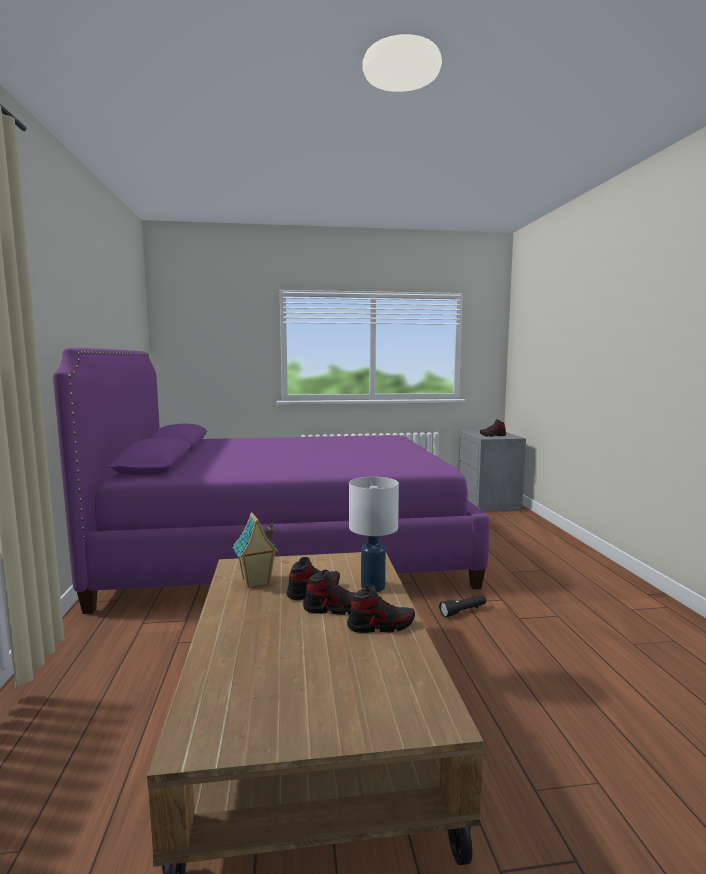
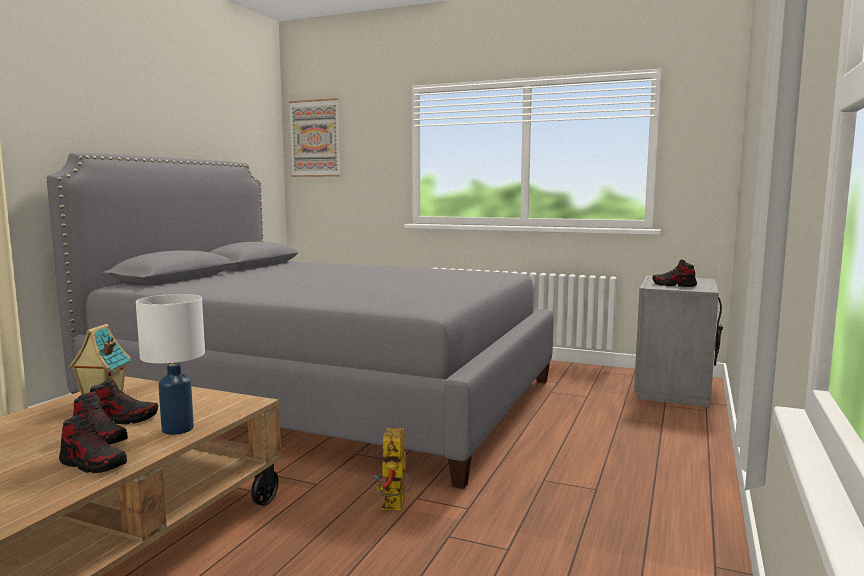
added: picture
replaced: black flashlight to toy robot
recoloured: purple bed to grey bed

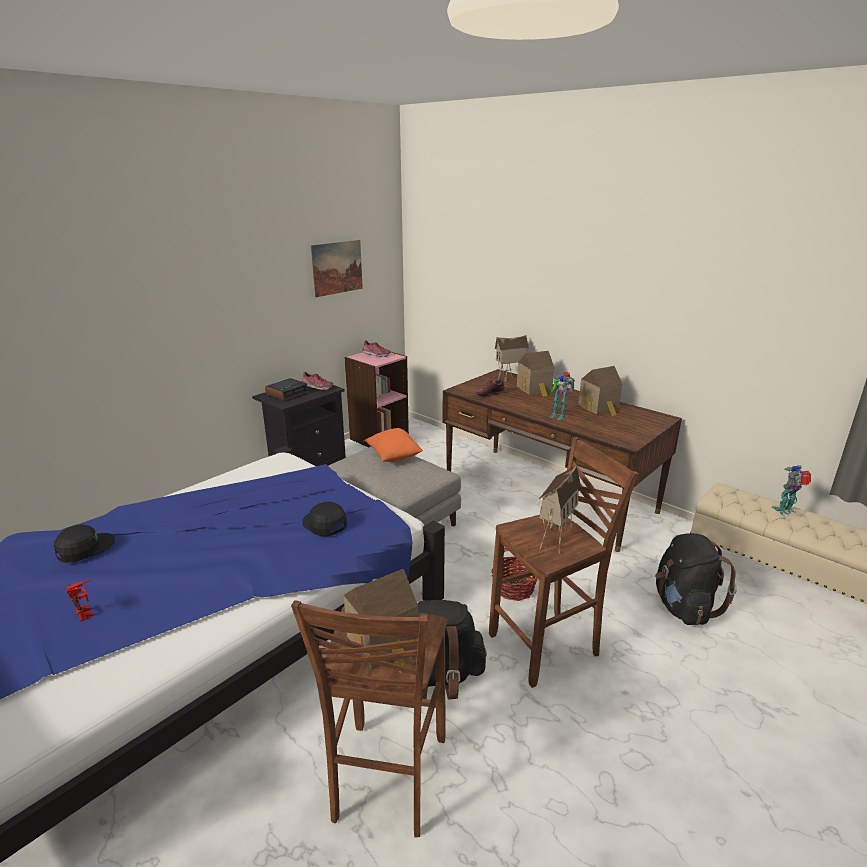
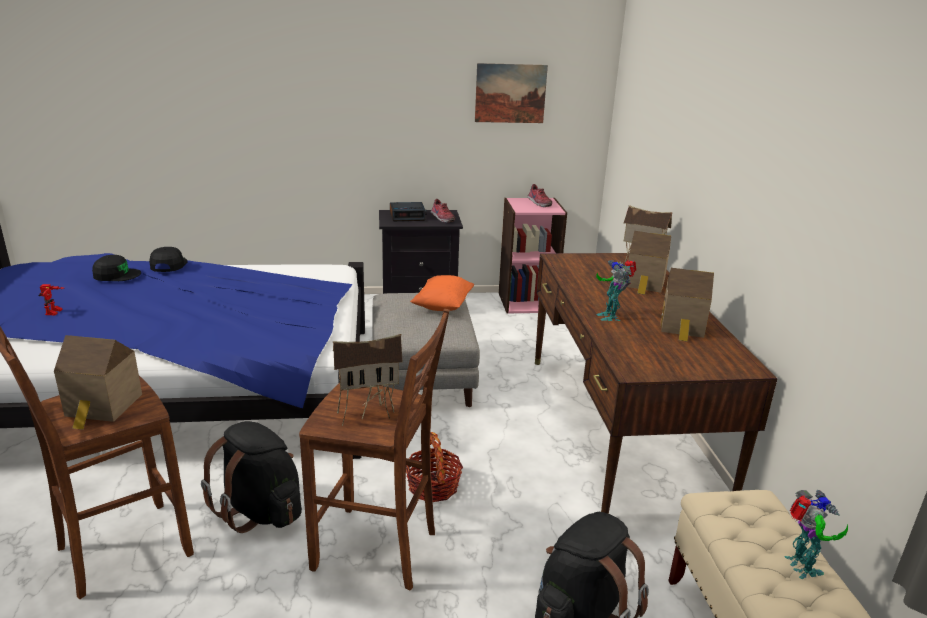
removed: shoe (3rd from left)
moved: black cap (2nd from left)
turned: toy robot (3rd from left) 60 degrees clockwise

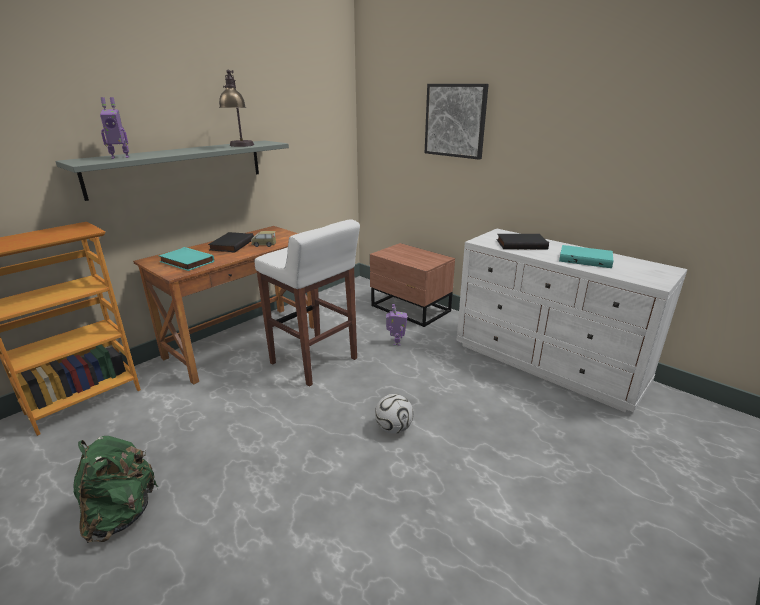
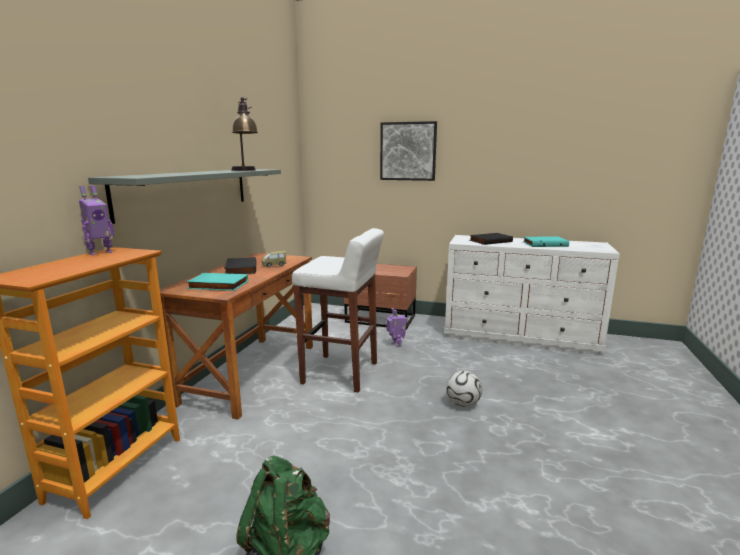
moved: toy robot (1st from left)

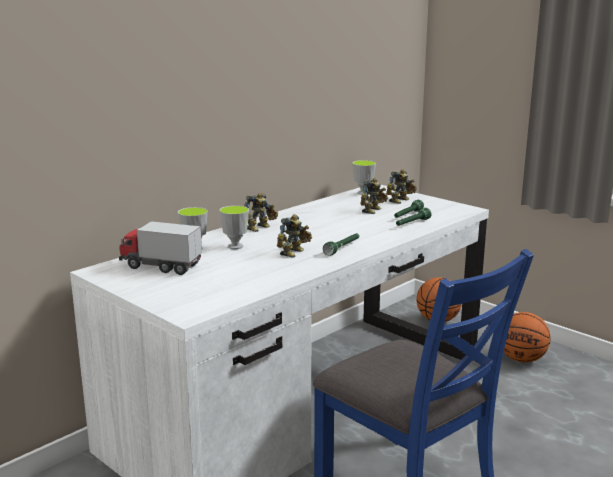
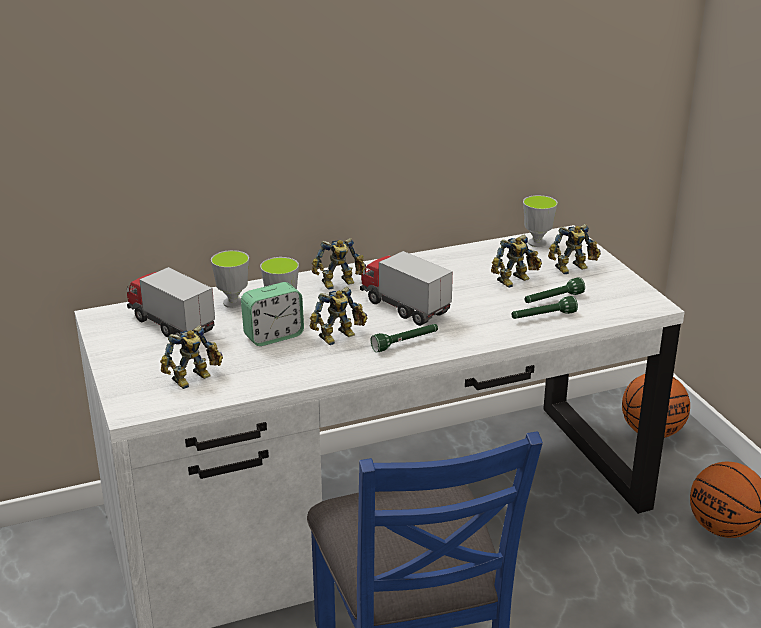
added: toy robot (1st from left); alarm clock; toy truck (2nd from left)

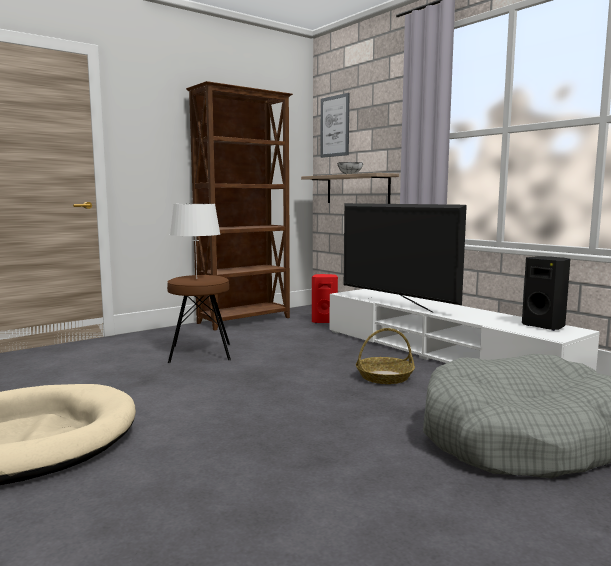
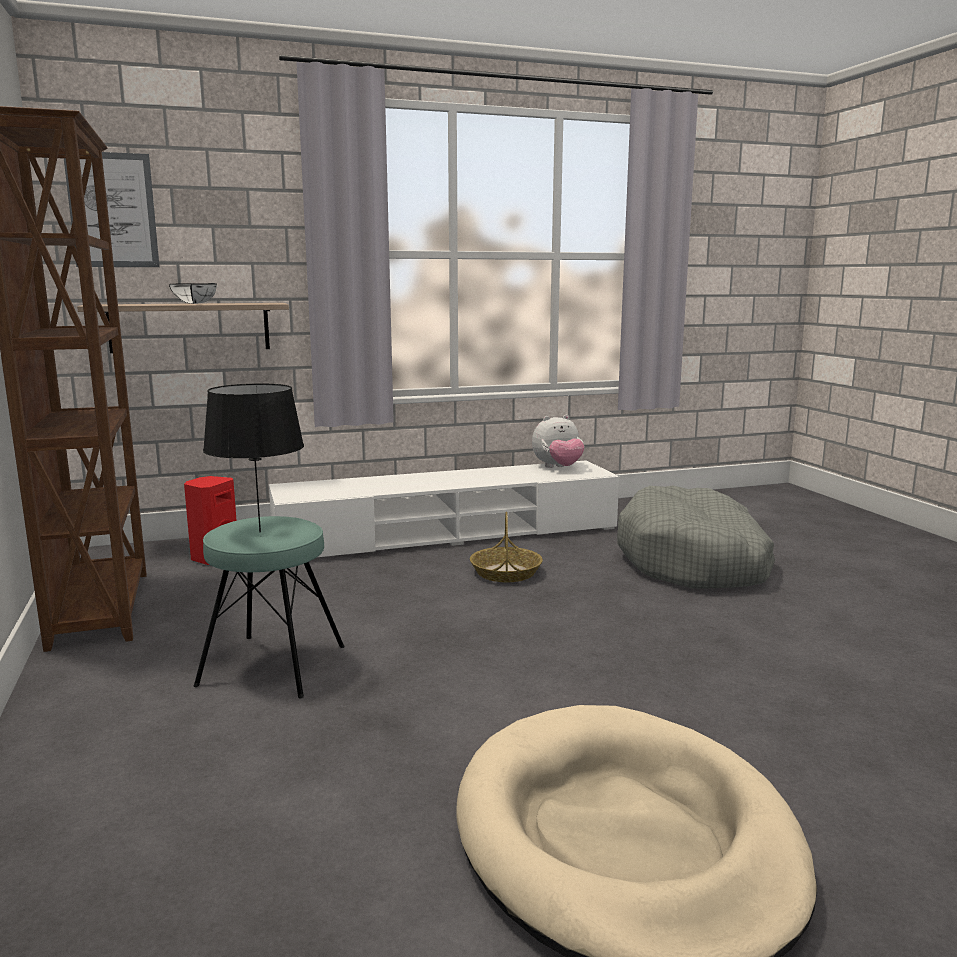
removed: television
replaced: black speaker to plush toy
recoloured: brown stool to turquoise stool; white table lamp to black table lamp

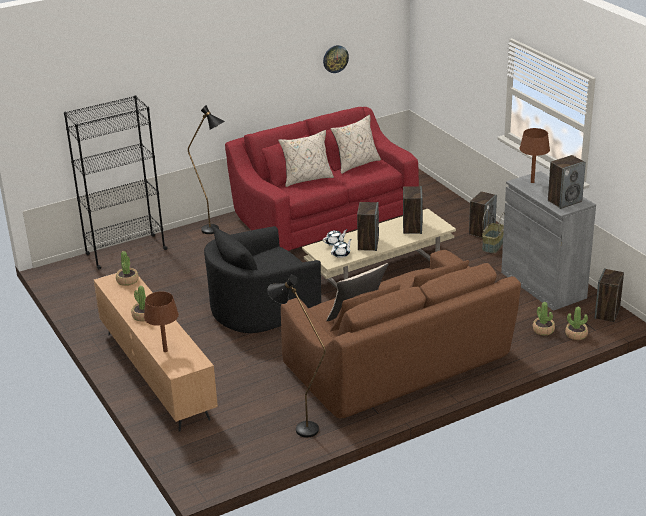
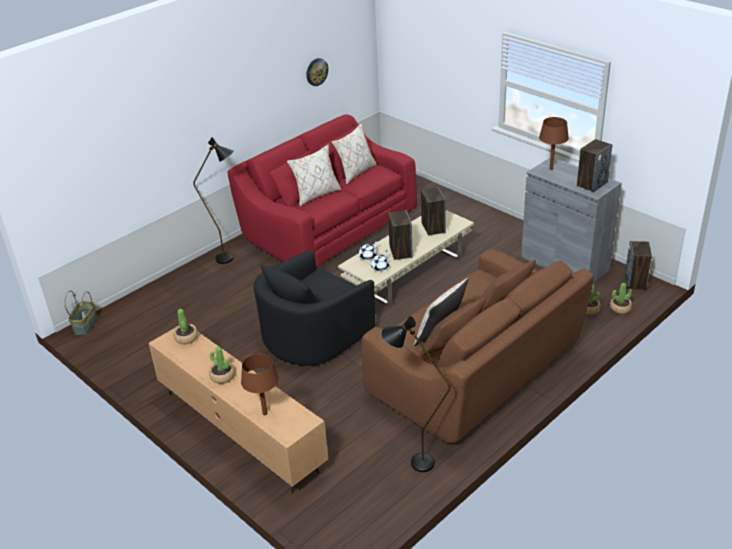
removed: black bookcase; speaker (3rd from left)
moved: basket

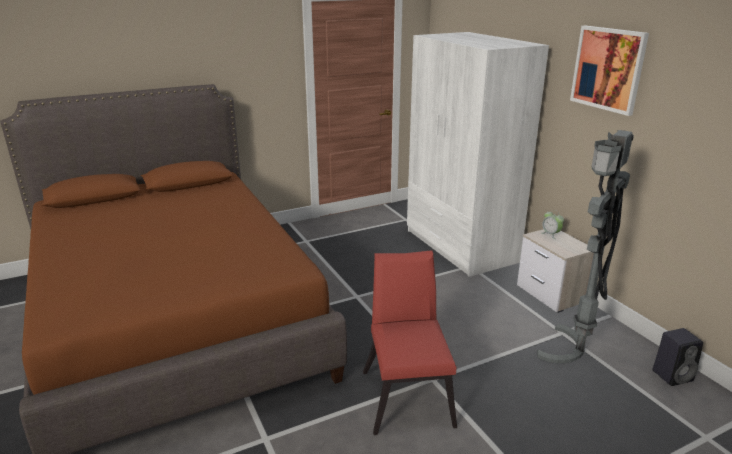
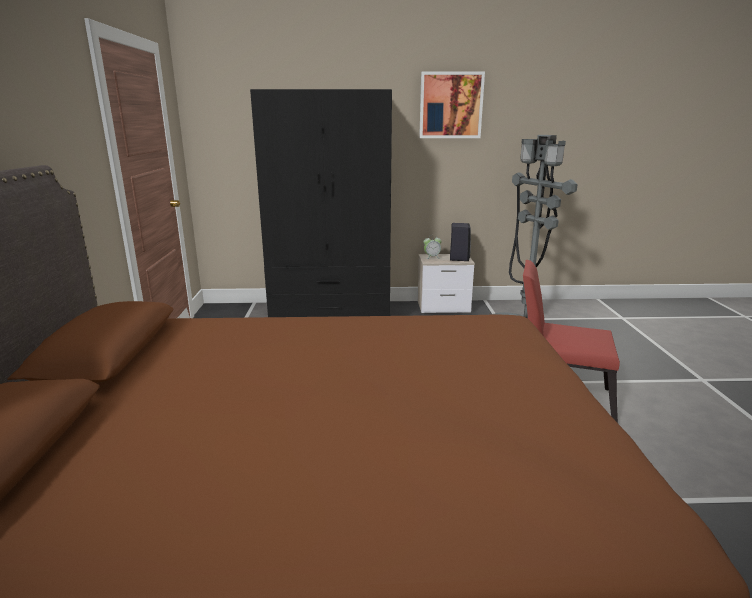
moved: black speaker
recoloured: white wardrobe to black wardrobe

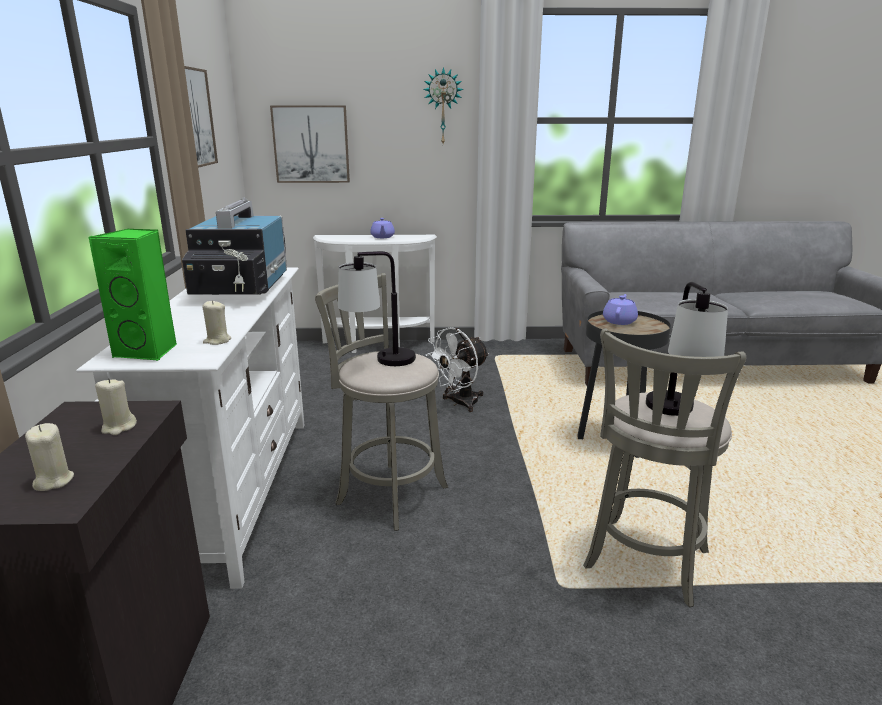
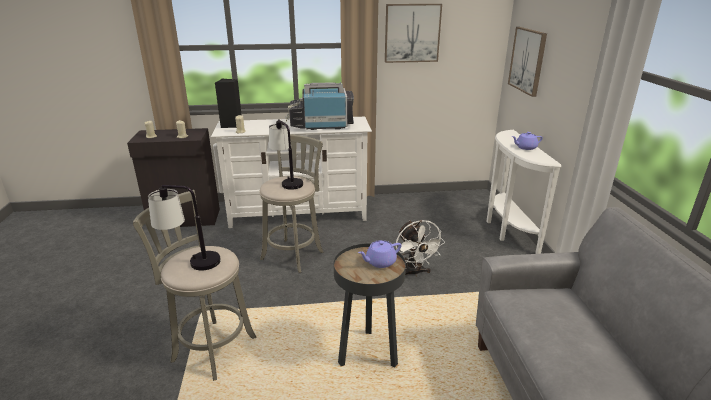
removed: wall clock
recoloured: green speaker to black speaker
turned: white fan 150 degrees counterclockwise; purple teapot (2nd from left in the first image) 135 degrees clockwise

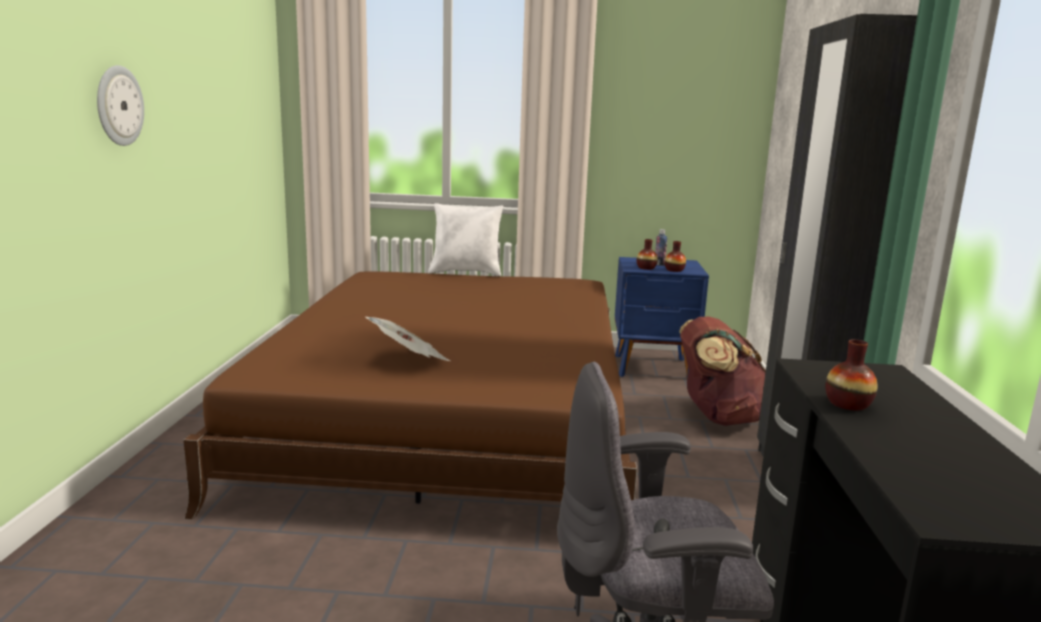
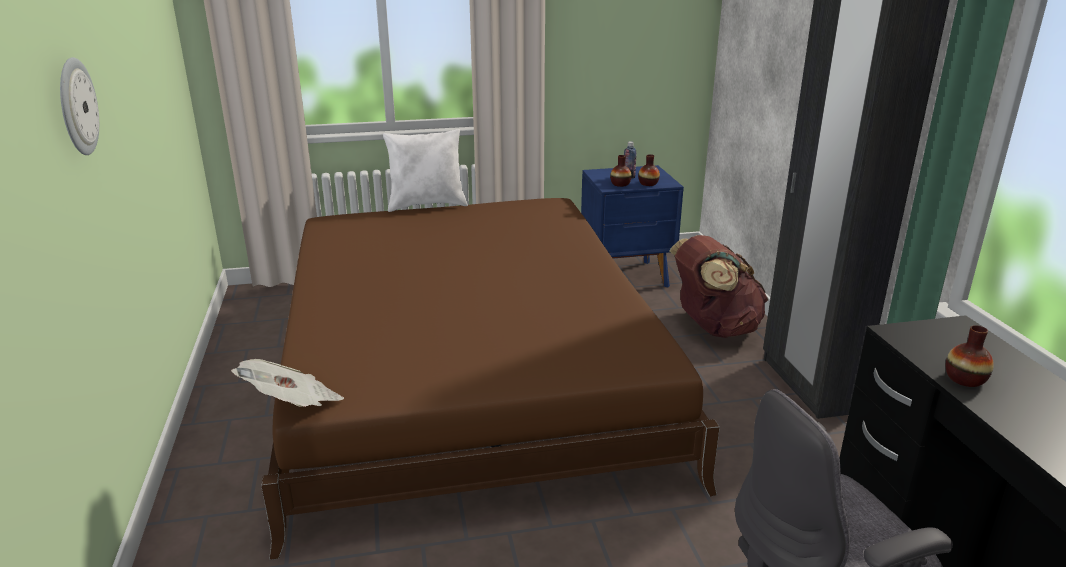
moved: newspaper

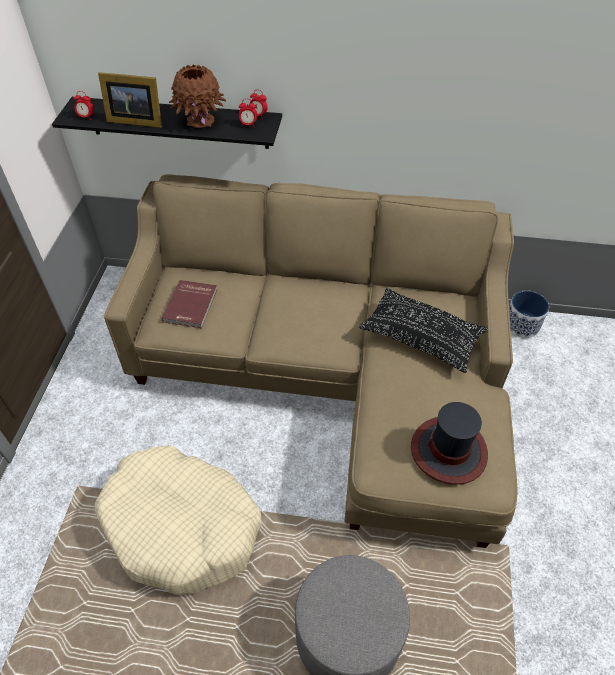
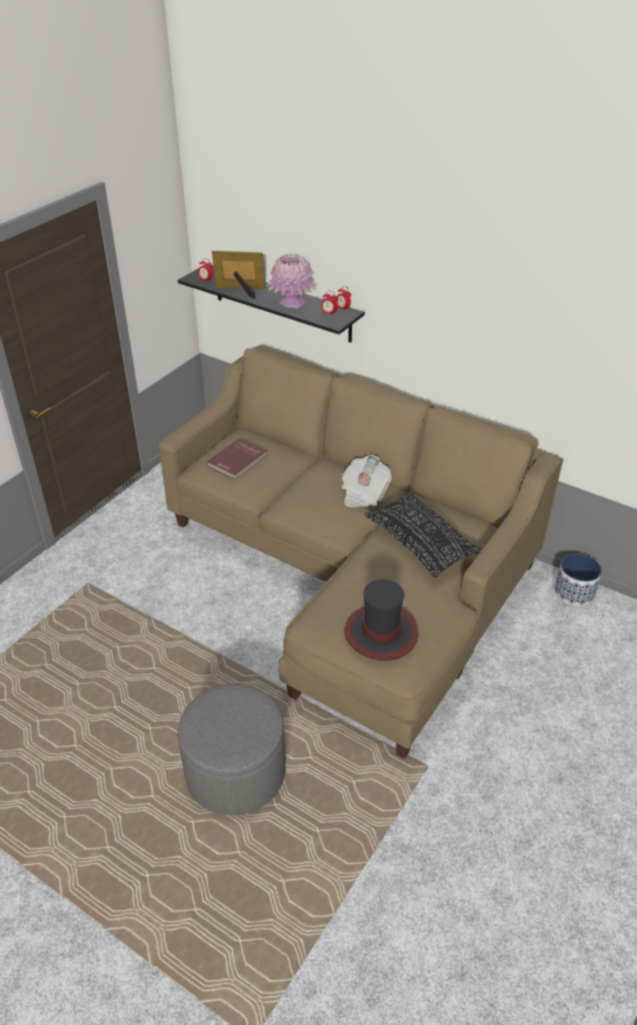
removed: beige dog bed
added: newspaper
recoloured: brown vase to pink vase
turned: picture frame 150 degrees clockwise

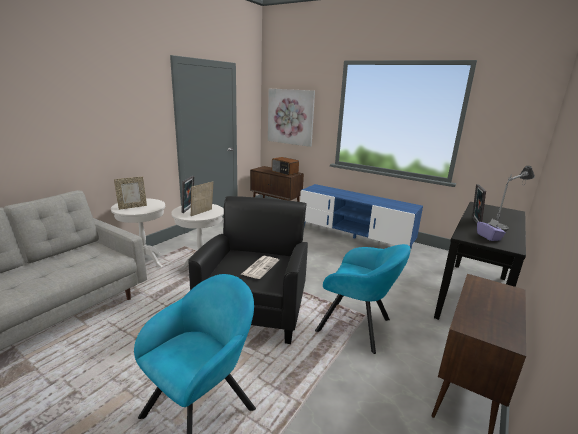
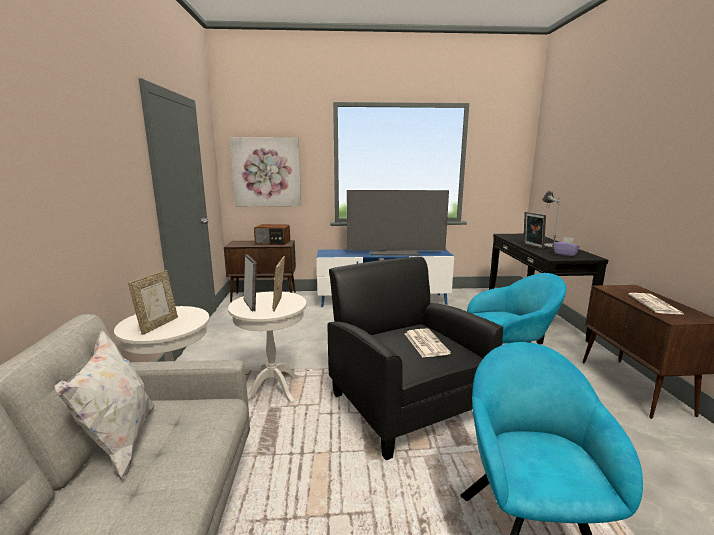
added: white pillow; television; newspaper (2nd from left)

